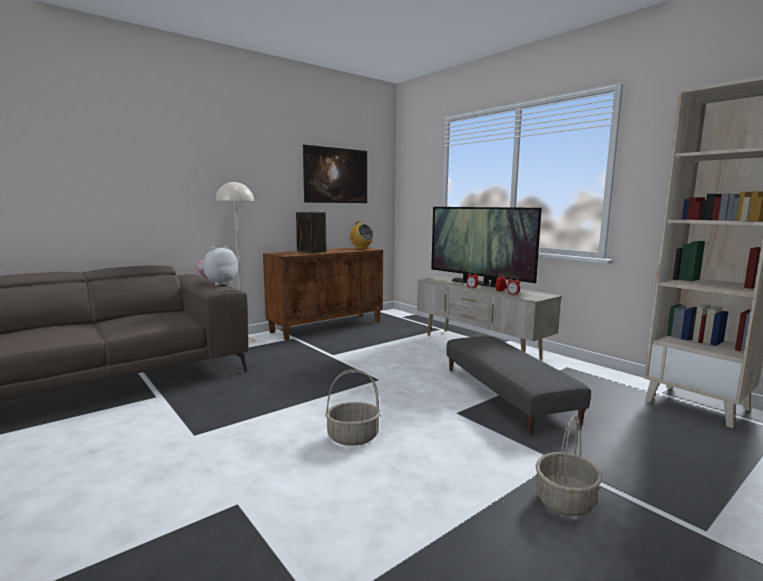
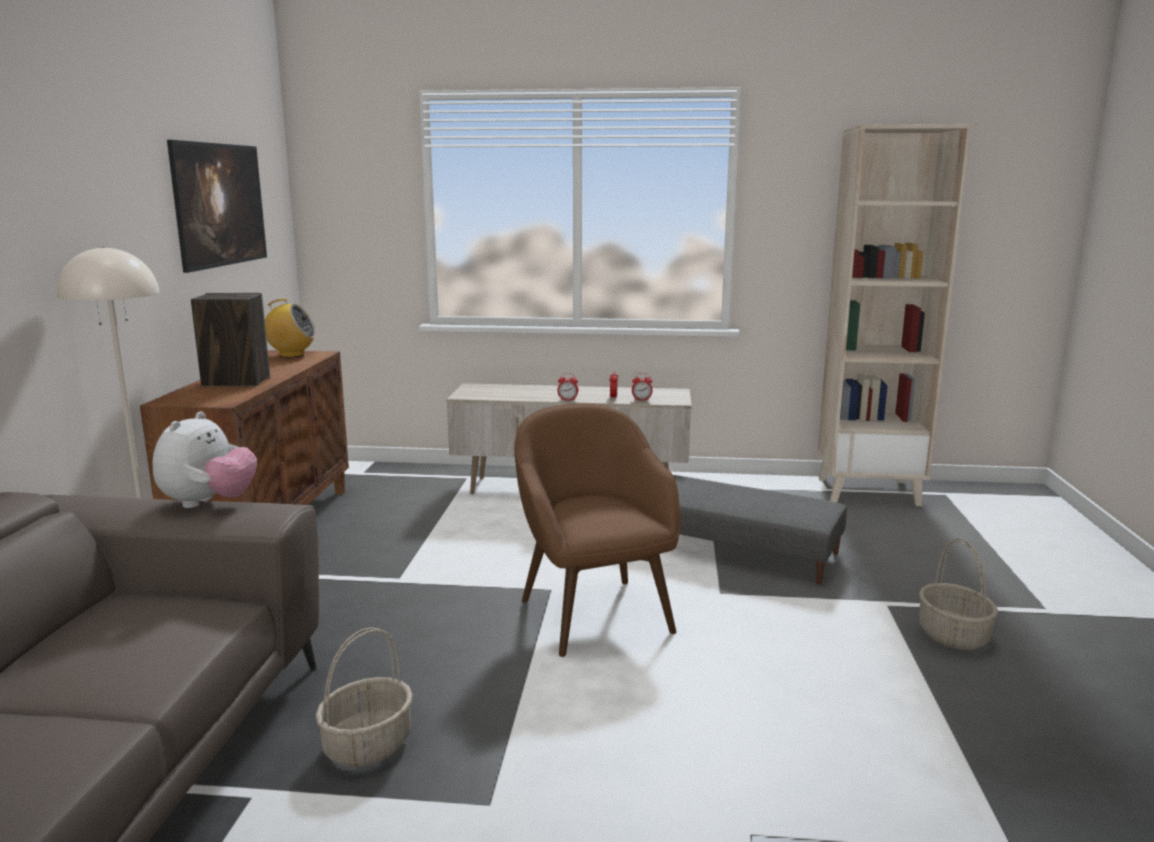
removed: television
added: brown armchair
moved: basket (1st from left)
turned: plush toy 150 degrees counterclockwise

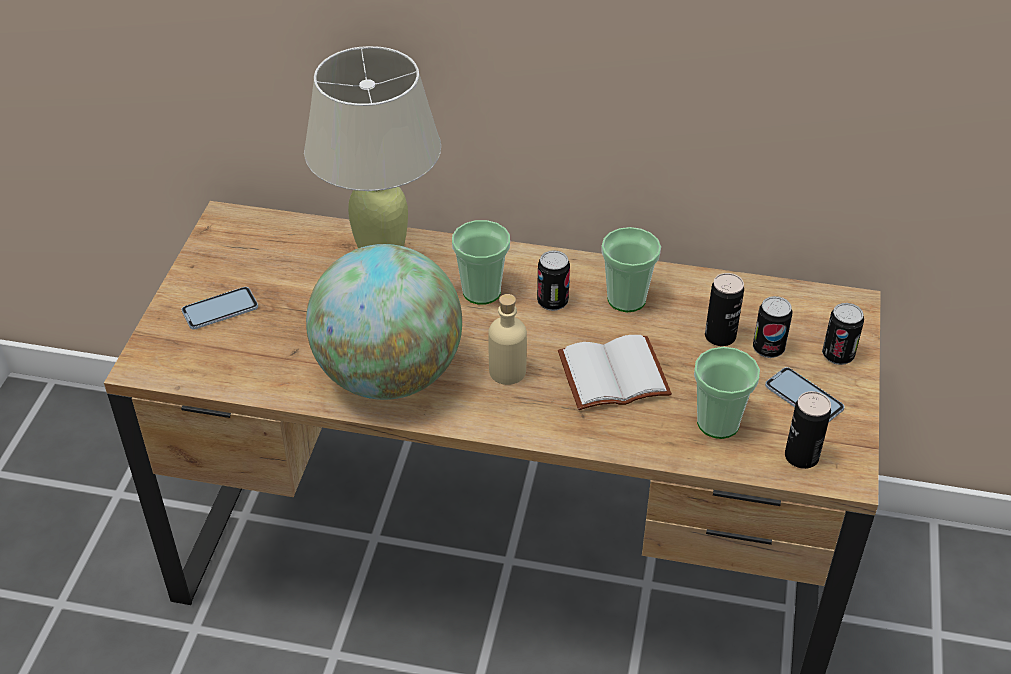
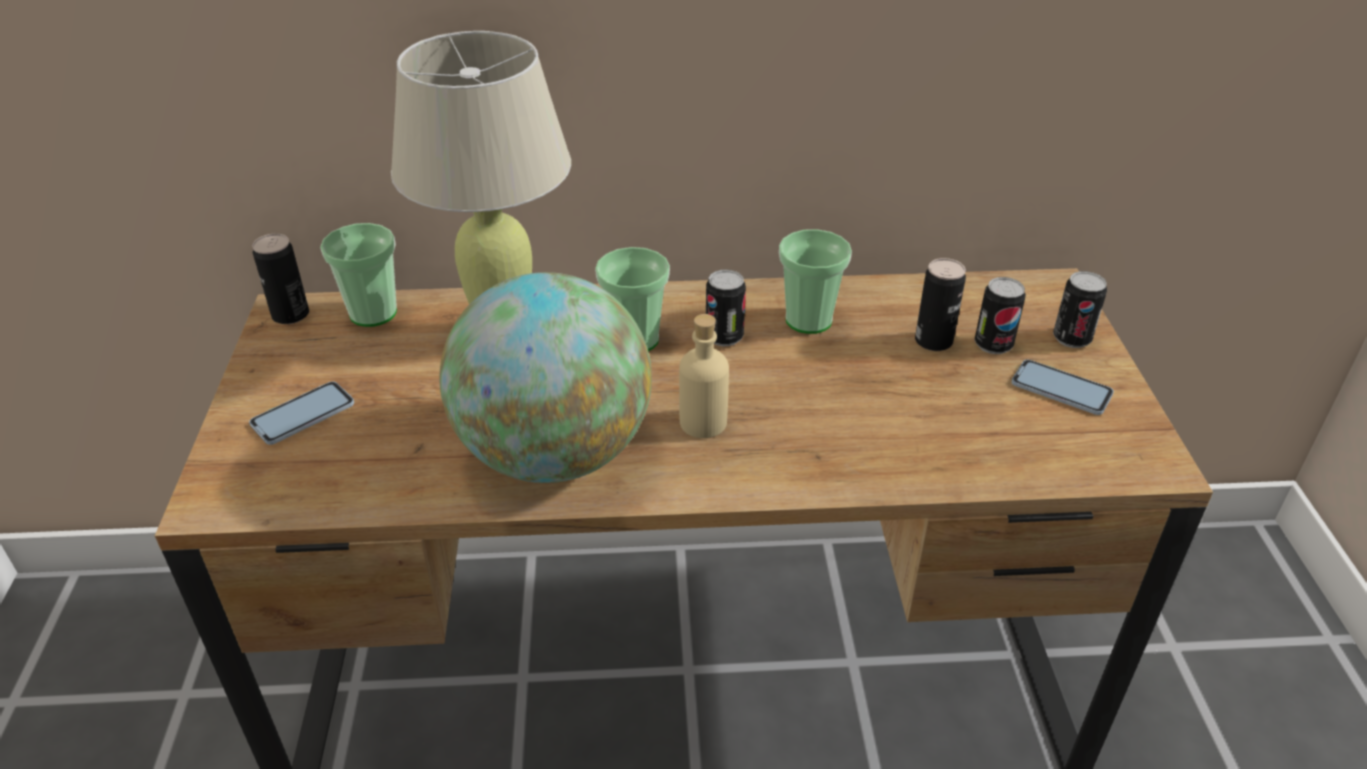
removed: white book
moved: cup (3rd from left in the first image) to cup (1st from left); can (4th from left in the first image) to can (1st from left)

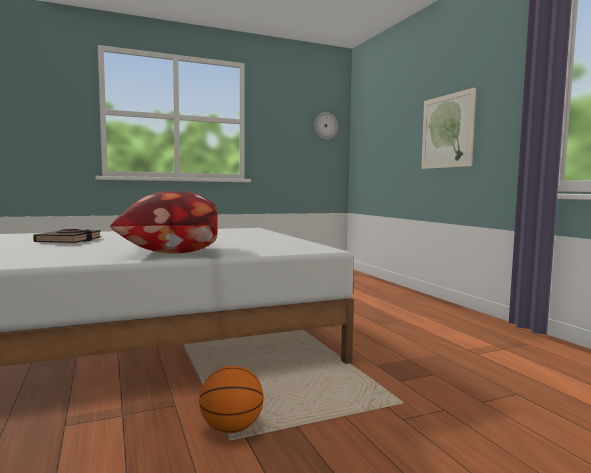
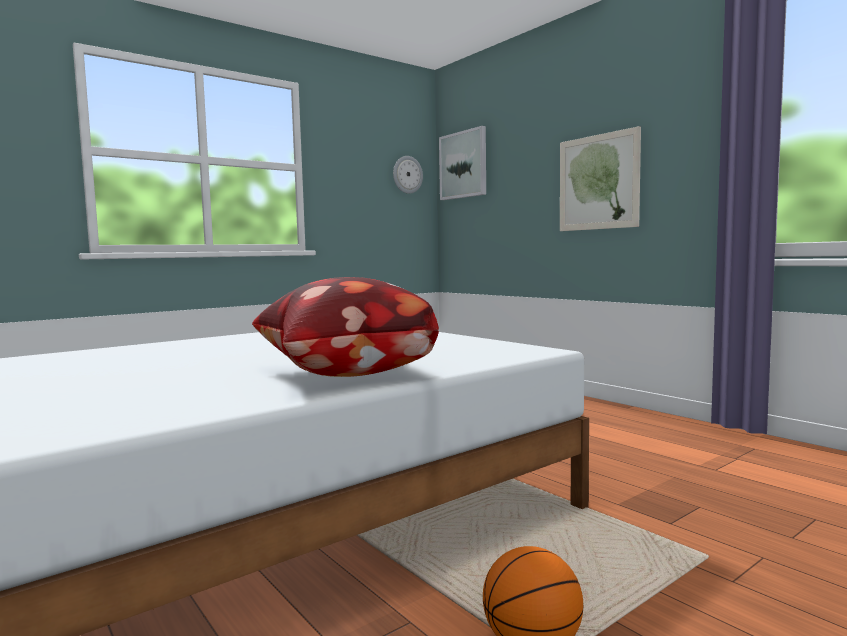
removed: black book
added: picture (1st from left)

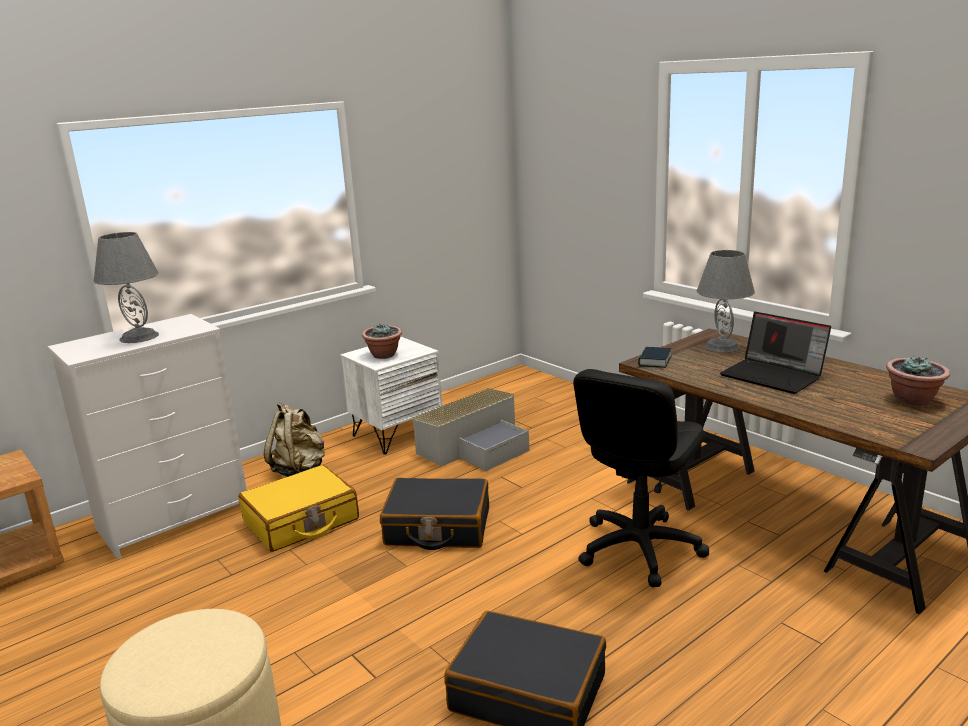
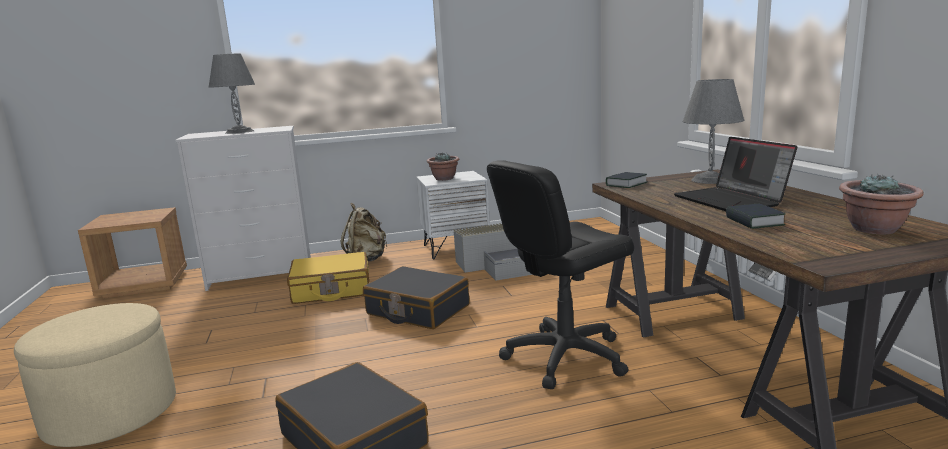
added: book (2nd from left)

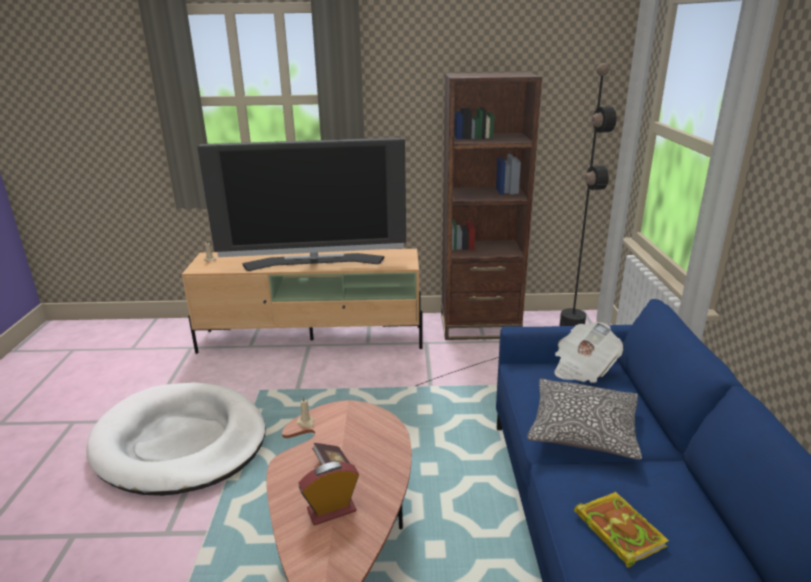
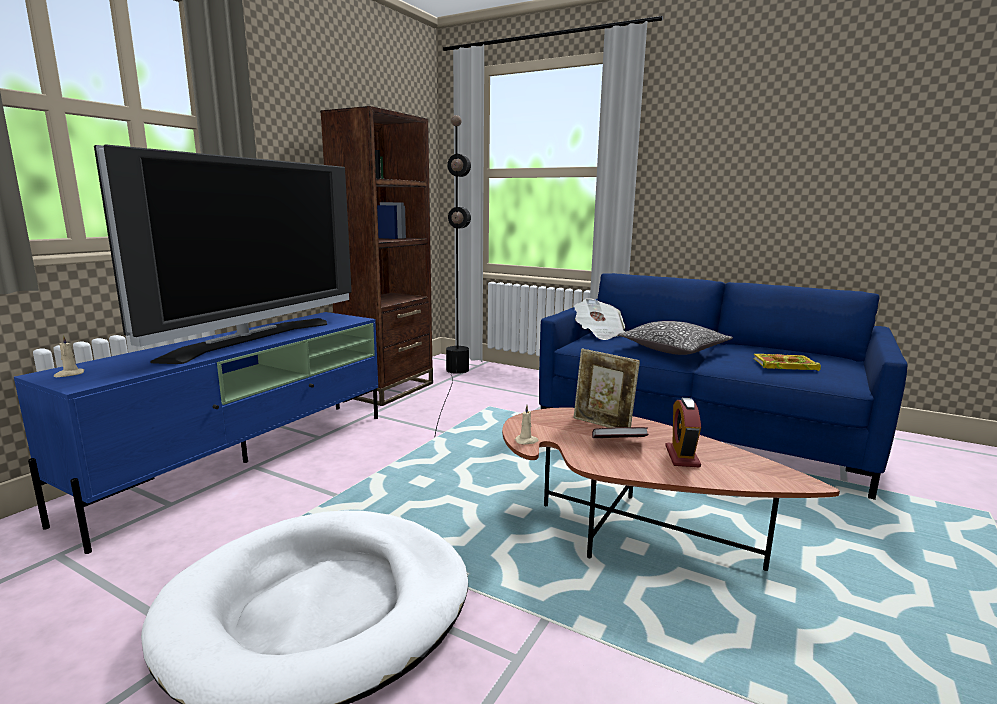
added: picture frame
recoloured: beige tv stand to blue tv stand

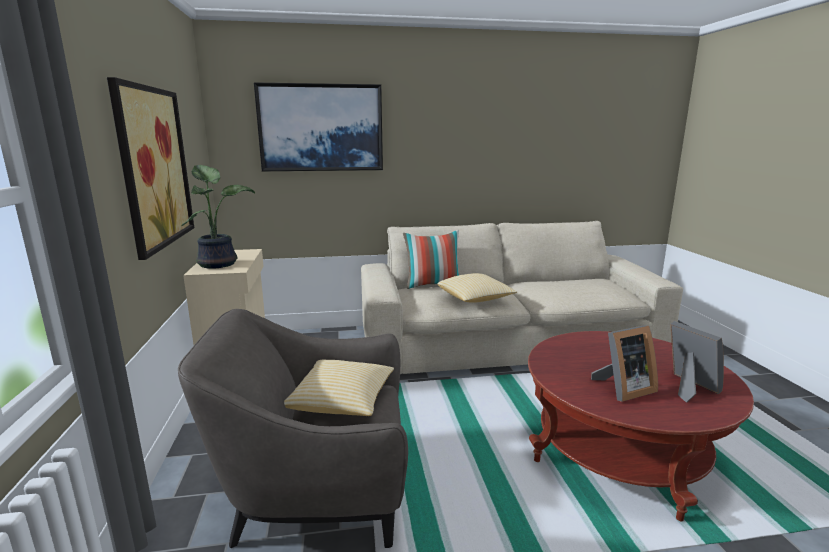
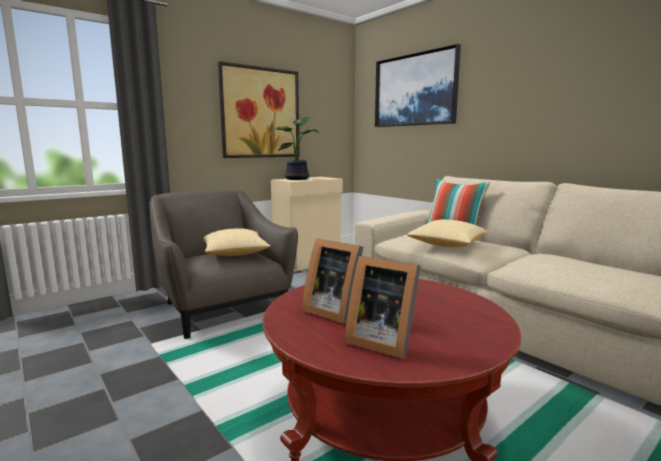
turned: picture frame (2nd from left) 90 degrees clockwise

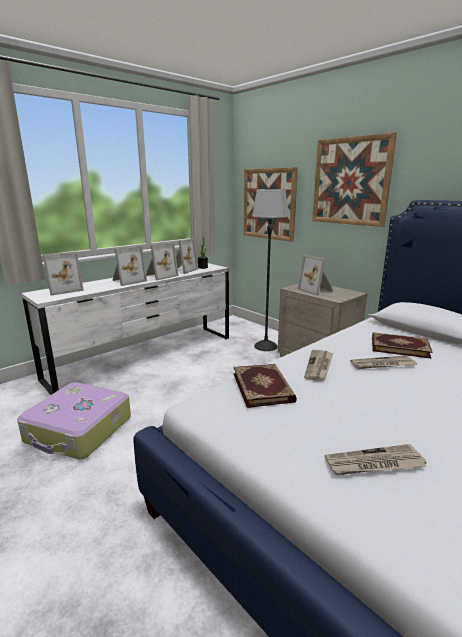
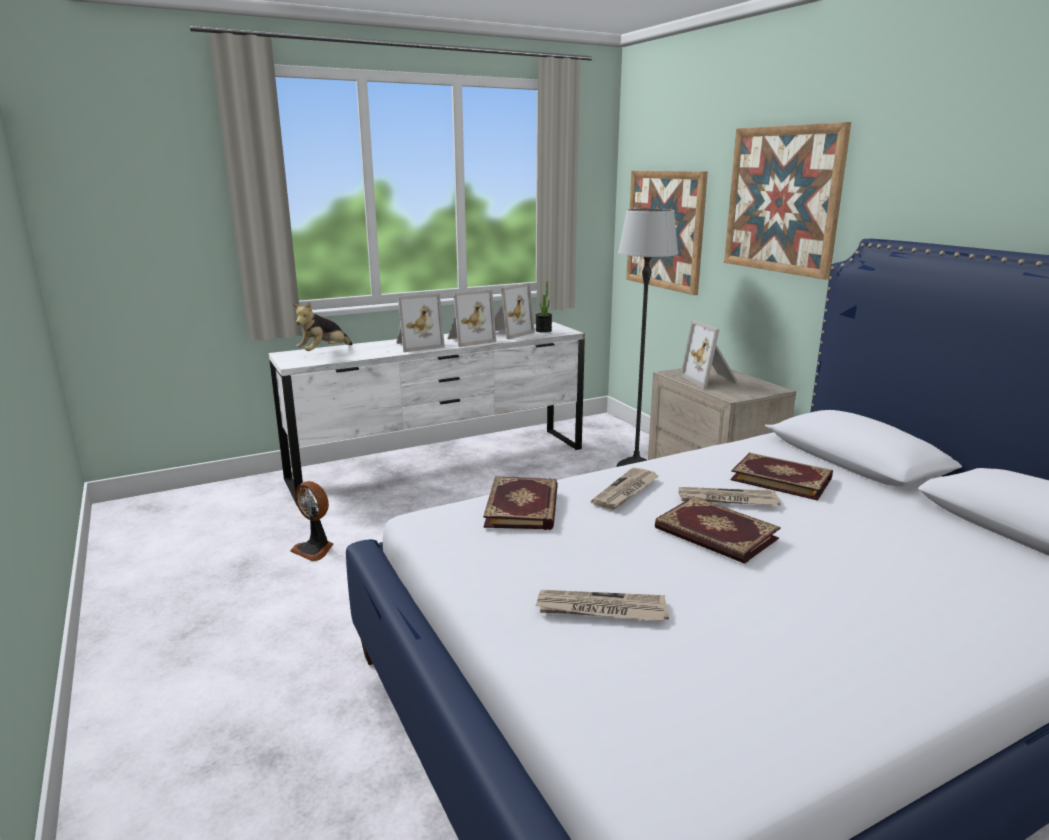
added: book (2nd from left)
replaced: suitcase to fan; picture frame (1st from left) to plush toy

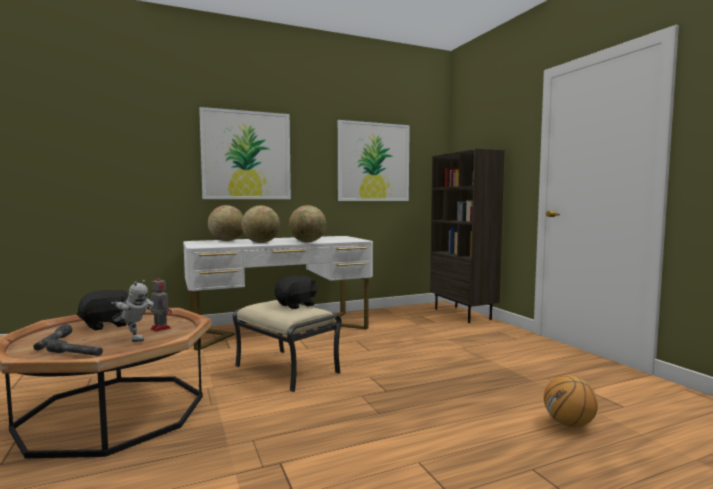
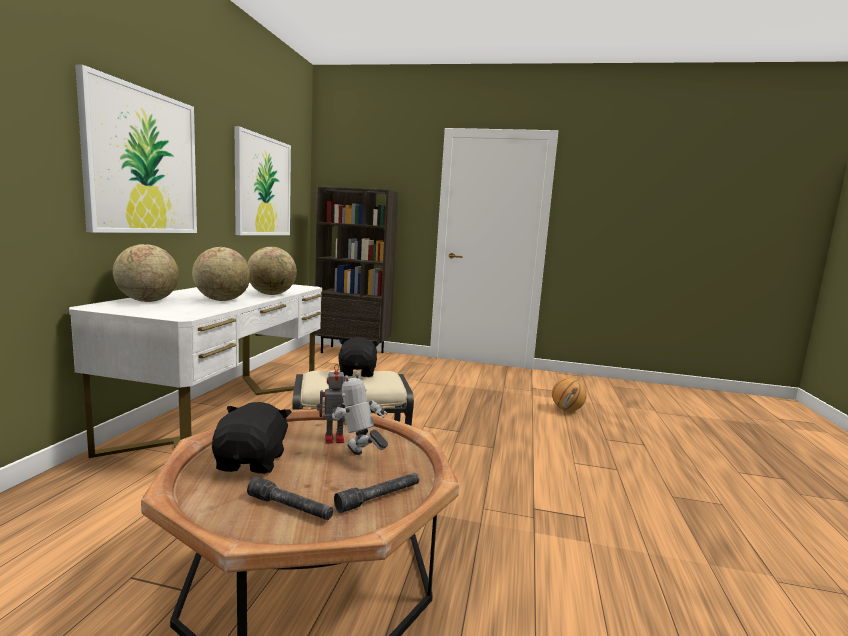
turned: toy robot (1st from left in the first image) 105 degrees counterclockwise

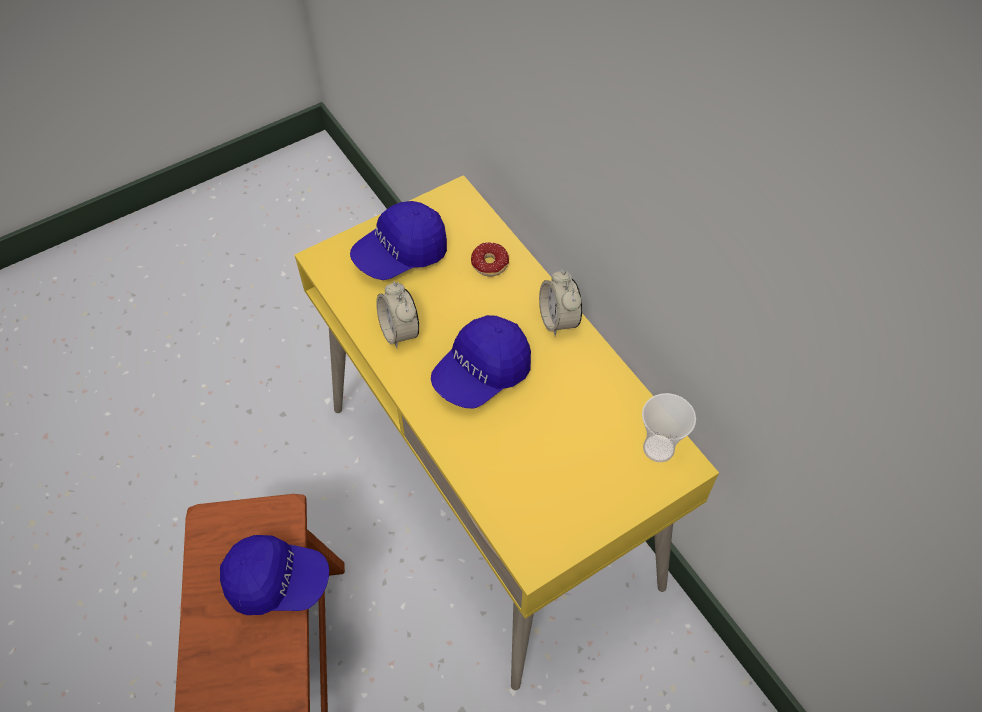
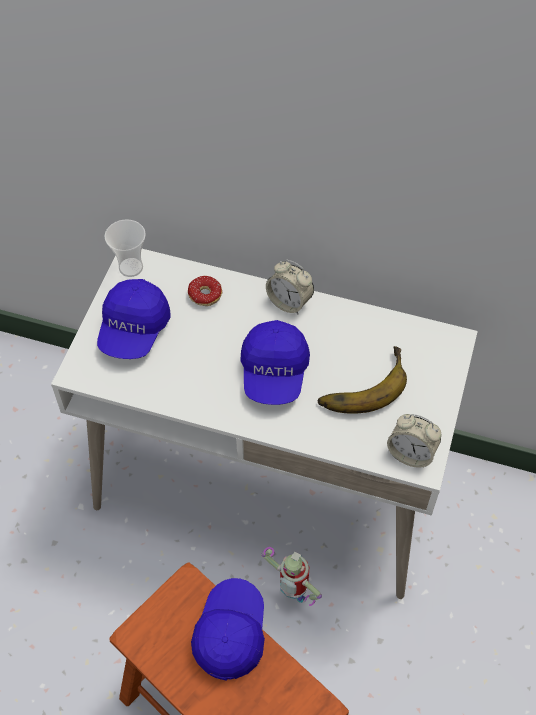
added: toy robot; banana
moved: alarm clock (1st from left in the first image) to alarm clock (2nd from left); cup
recoloured: yellow desk to white desk
turned: blue cap (1st from left in the first image) 45 degrees counterclockwise

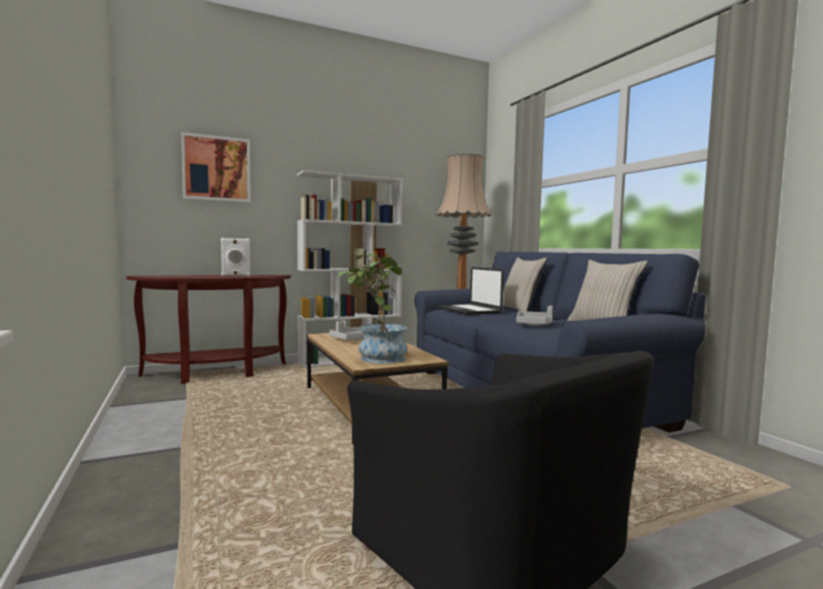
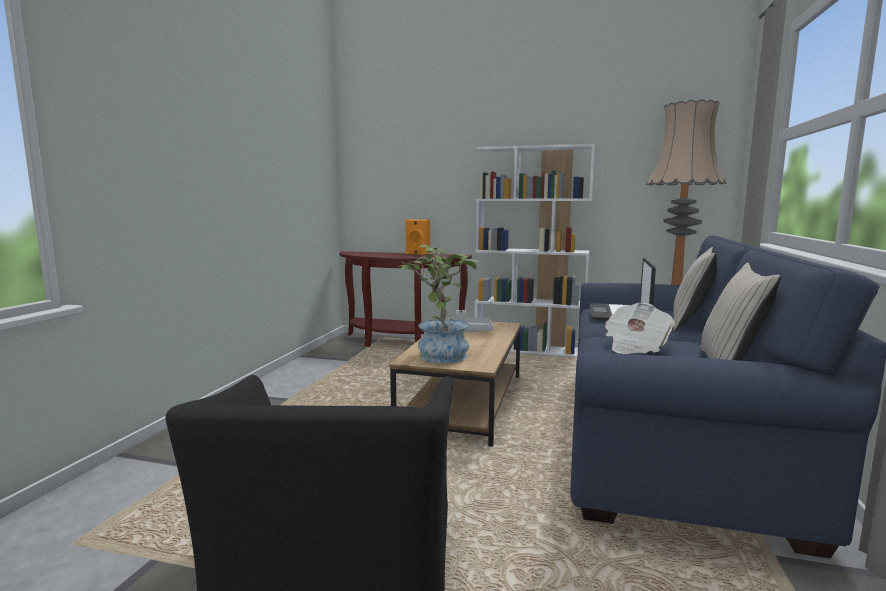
removed: picture
replaced: grey tray (2nd from left) to newspaper
recoloured: white speaker to orange speaker

